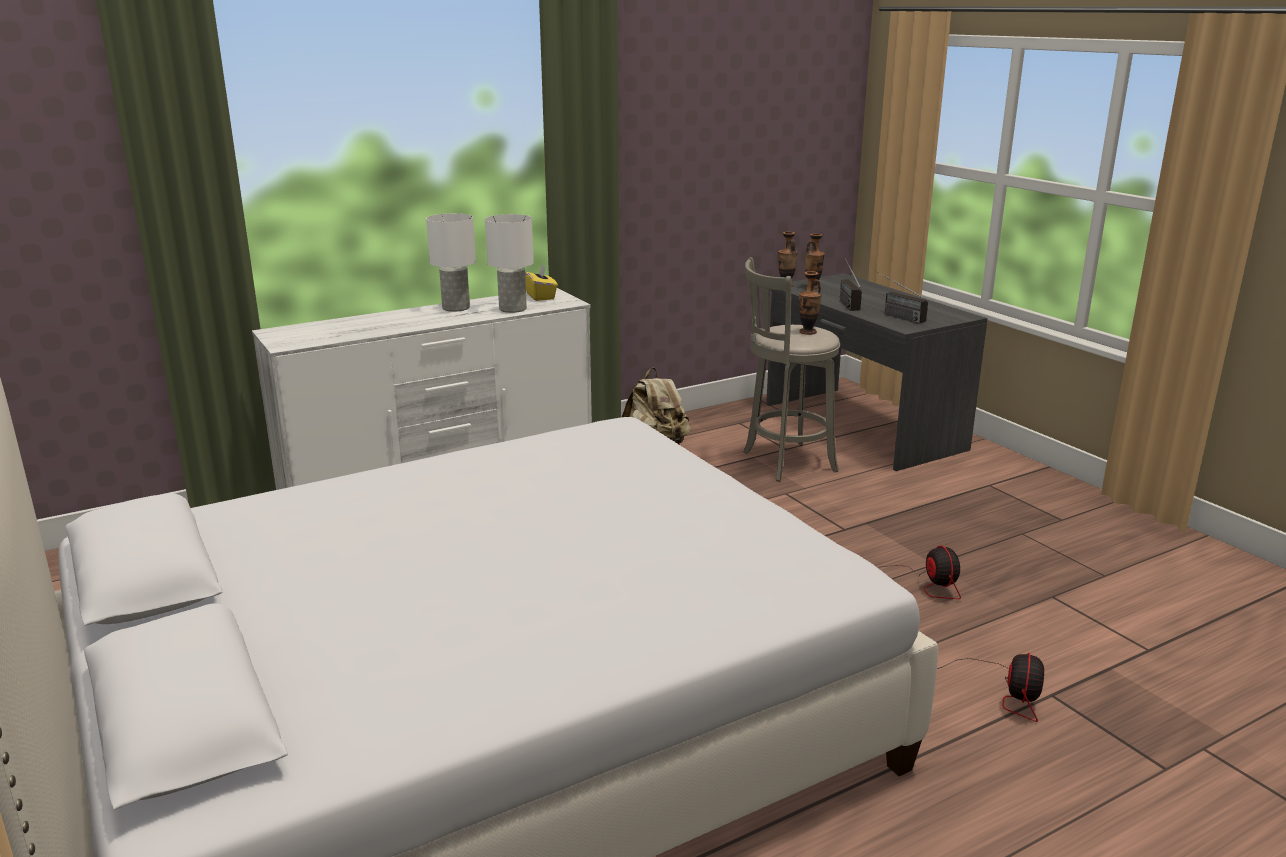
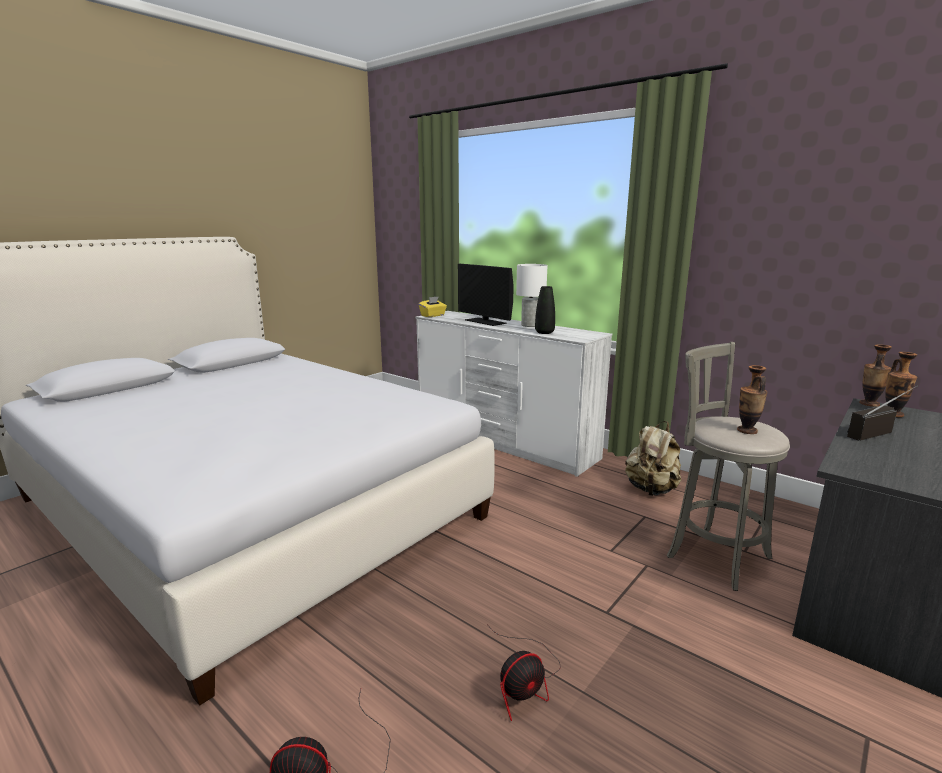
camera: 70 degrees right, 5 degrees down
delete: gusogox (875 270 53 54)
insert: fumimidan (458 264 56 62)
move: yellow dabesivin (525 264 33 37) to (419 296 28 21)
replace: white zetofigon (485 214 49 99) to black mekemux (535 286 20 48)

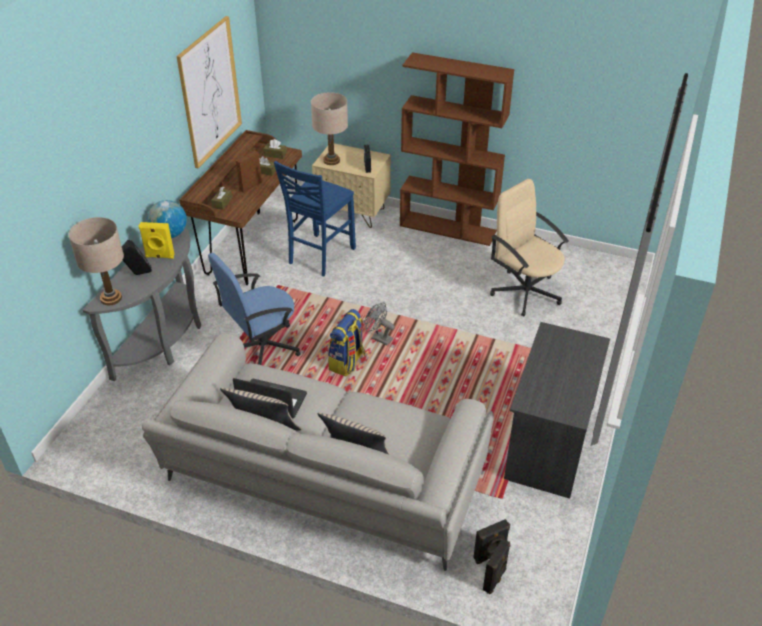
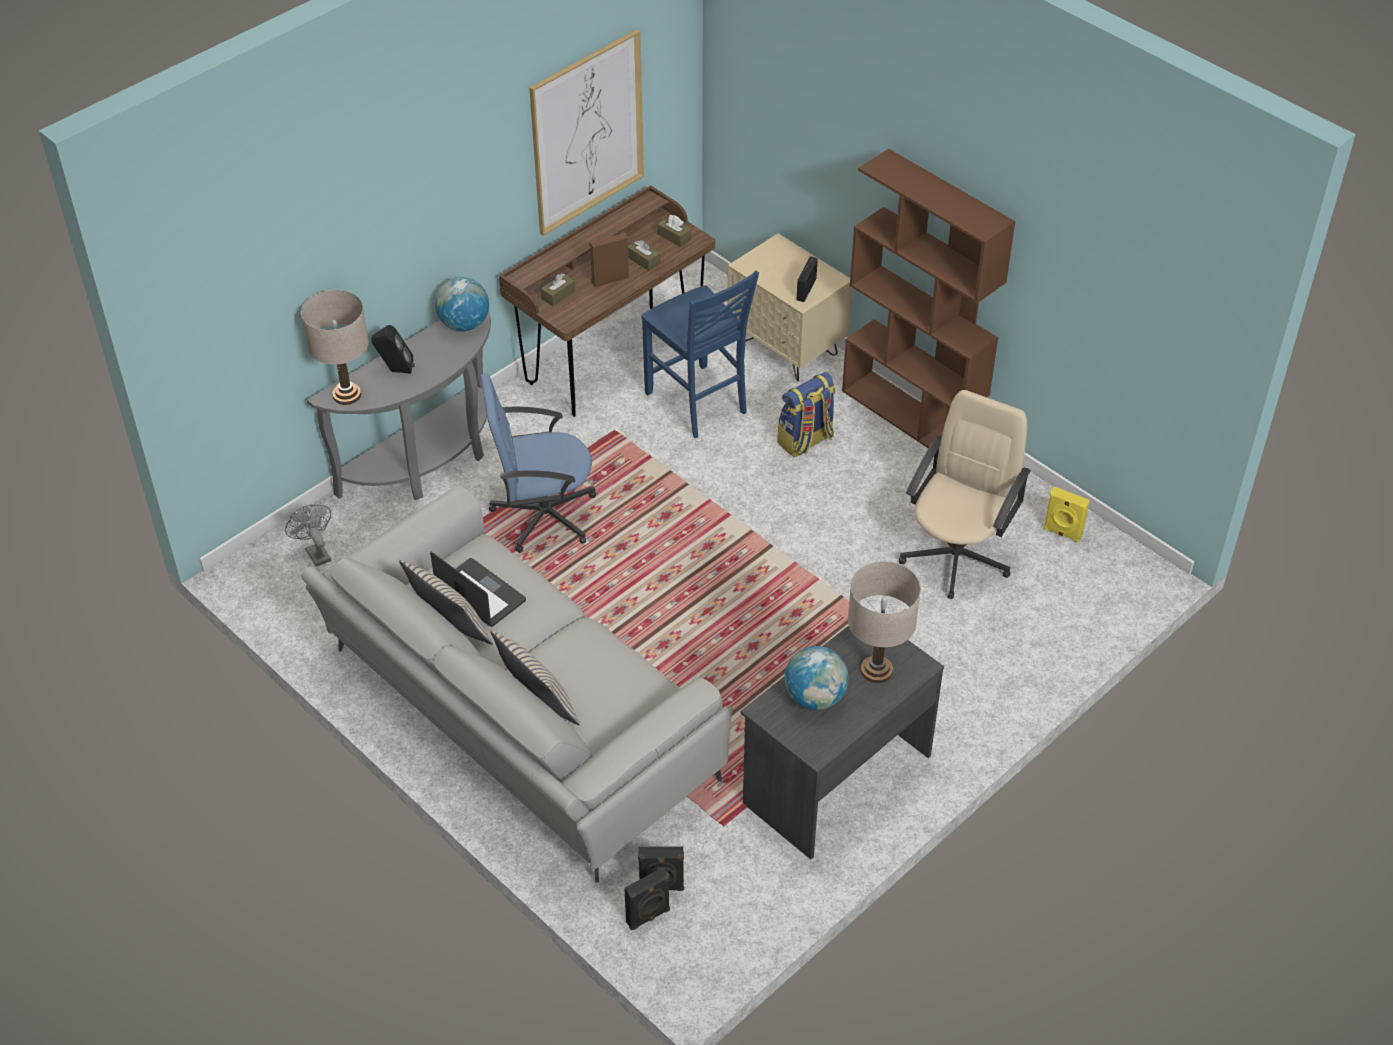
camera: 25 degrees right, 5 degrees up
insert: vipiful (785 646 64 64)
move: beige zetofigon (311 92 37 73) to (848 561 73 122); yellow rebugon (139 222 36 37) to (1043 487 47 55); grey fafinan (364 303 31 42) to (285 504 46 63); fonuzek (328 309 38 68) to (777 372 59 85)
rotate: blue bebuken (274 161 82 115) = (641 271 118 167) 90 degrees counterclockwise; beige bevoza (490 179 79 137) = (899 390 132 209) 45 degrees clockwise

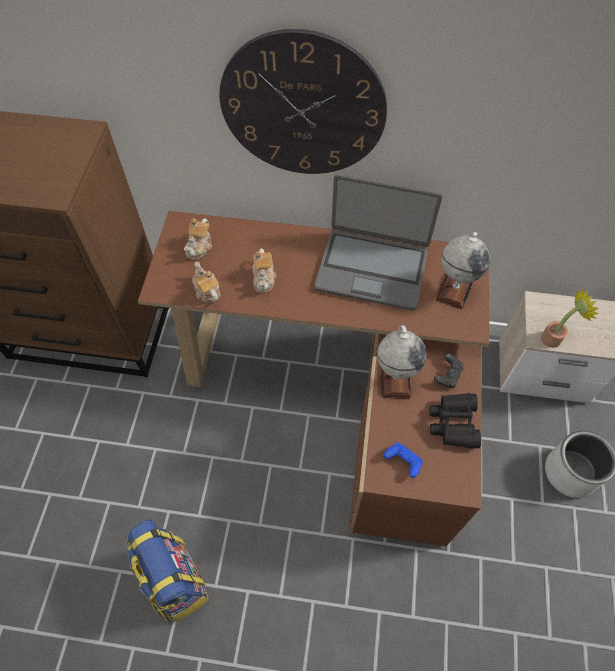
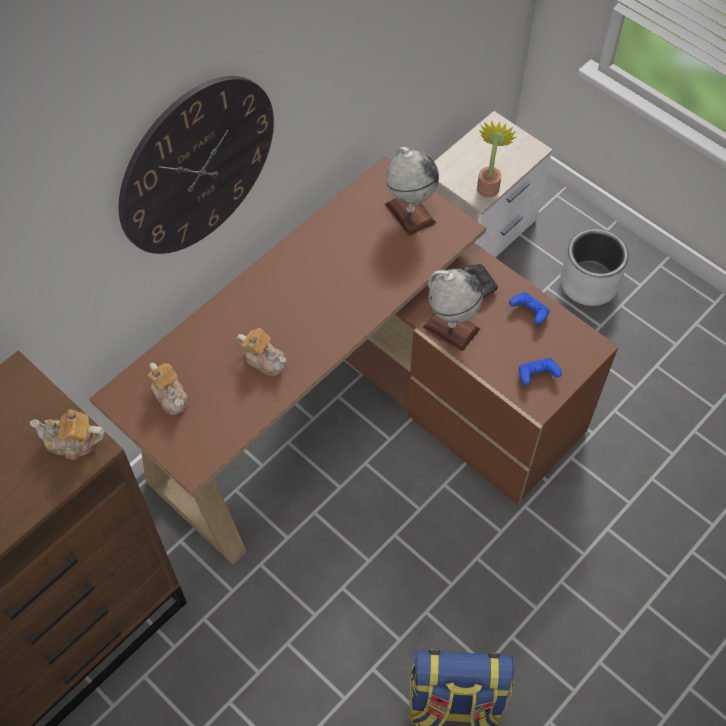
camera: 55 degrees left, 0 degrees up
delete: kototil (314 174 128 137)
move: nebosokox (192 262 28 41) to (30 409 75 51)
replace: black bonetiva (429 393 52 56) to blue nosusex (509 292 41 33)

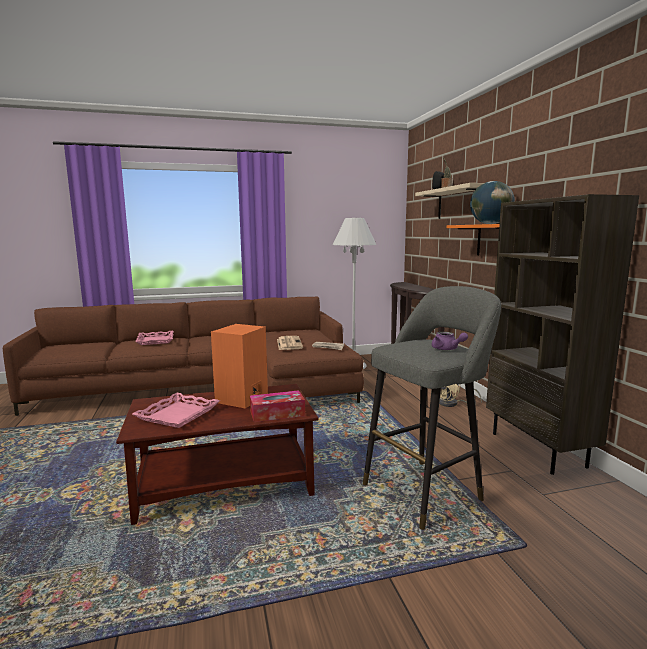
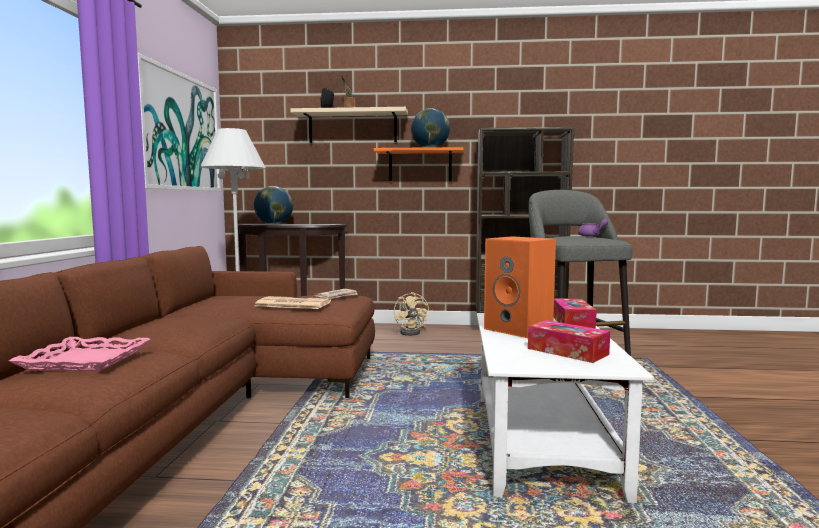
camera: 70 degrees left, 5 degrees down
insert: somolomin (138 53 83 138); vipiful (254 186 39 39)
replace: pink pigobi (132 393 88 35) to dabesivin (528 320 82 43)
recolor: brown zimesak (116 384 202 141) to white zimesak (477 313 177 190)

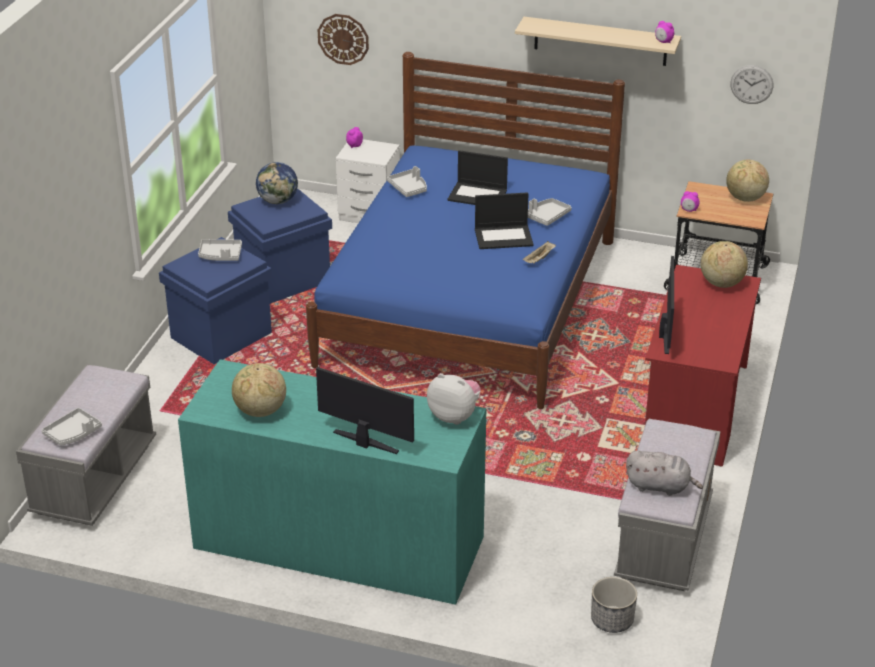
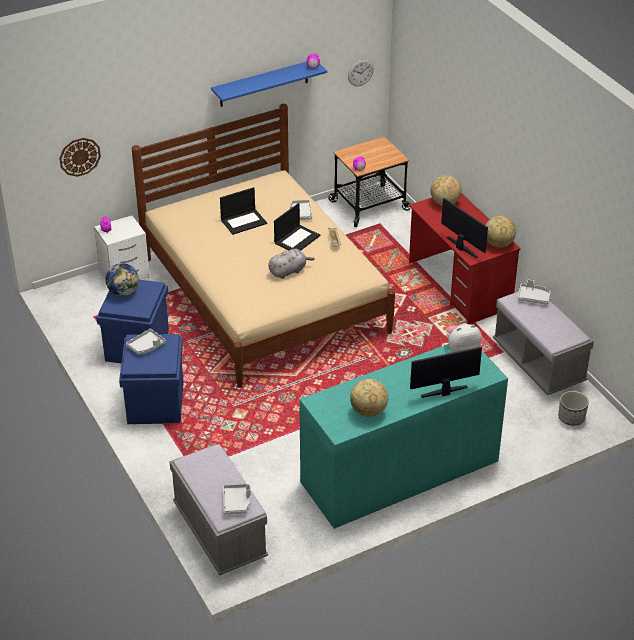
camera: 45 degrees left, 5 degrees up
move: vipiful (726 160 43 42) to (485 215 31 33); grey pigobi (387 166 40 31) to (518 280 33 25); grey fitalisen (626 451 77 45) to (268 249 47 30)
recolor: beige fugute (515 17 166 49) to blue fugute (211 62 116 45); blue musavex (306 52 319 357) to beige musavex (132 104 263 284)

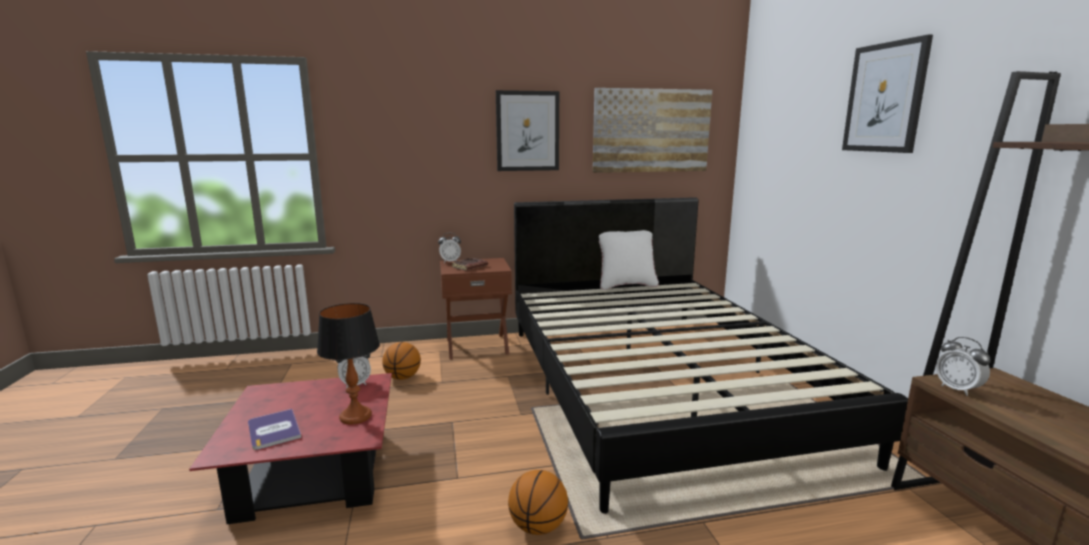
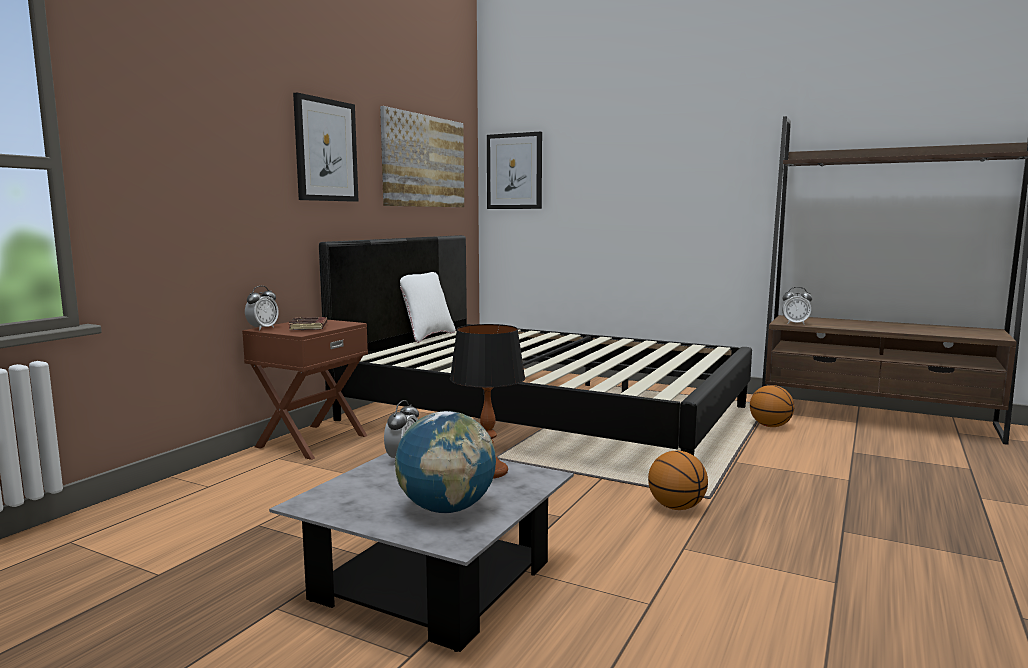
camera: 50 degrees left, 5 degrees down
move: somolomin (842 34 91 119) to (487 131 55 78); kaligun (382 342 39 38) to (750 385 44 42)
replace: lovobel (248 409 53 41) to vipiful (395 411 101 102)
recolor: red zimesak (189 373 203 151) to grey zimesak (269 453 305 199)

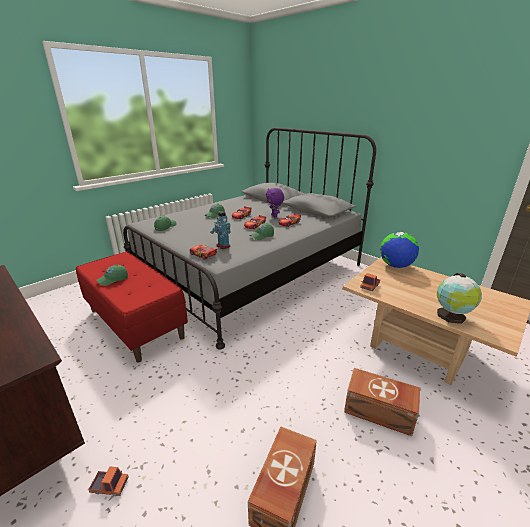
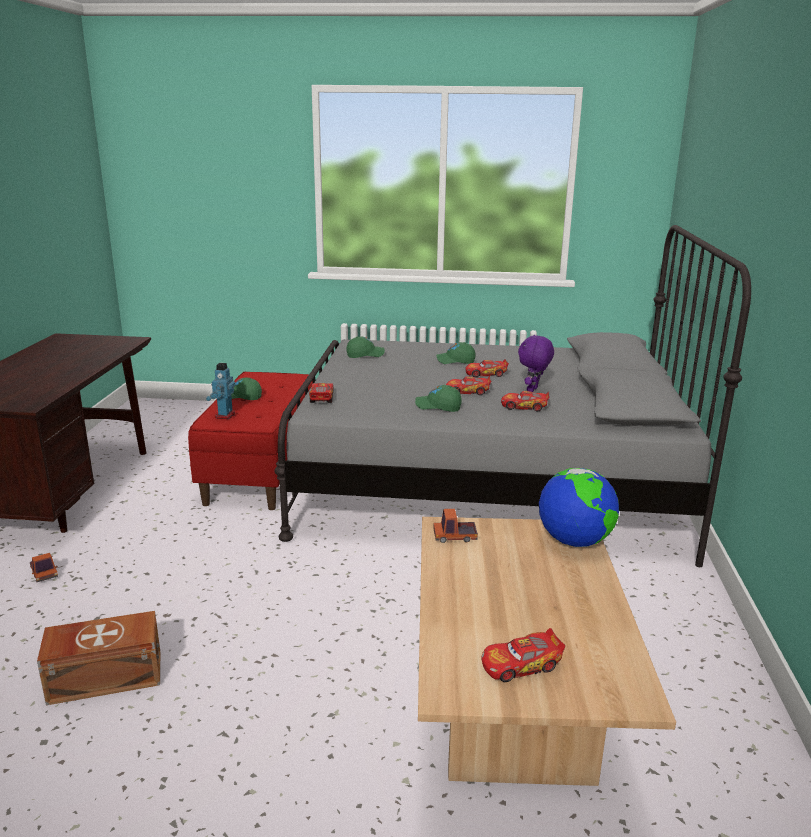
camera: 50 degrees right, 5 degrees down
delete: vipiful (437 273 45 51); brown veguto (344 368 76 68)
insert: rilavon (481 628 84 54)
move: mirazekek (210 211 21 38) to (206 363 29 56)

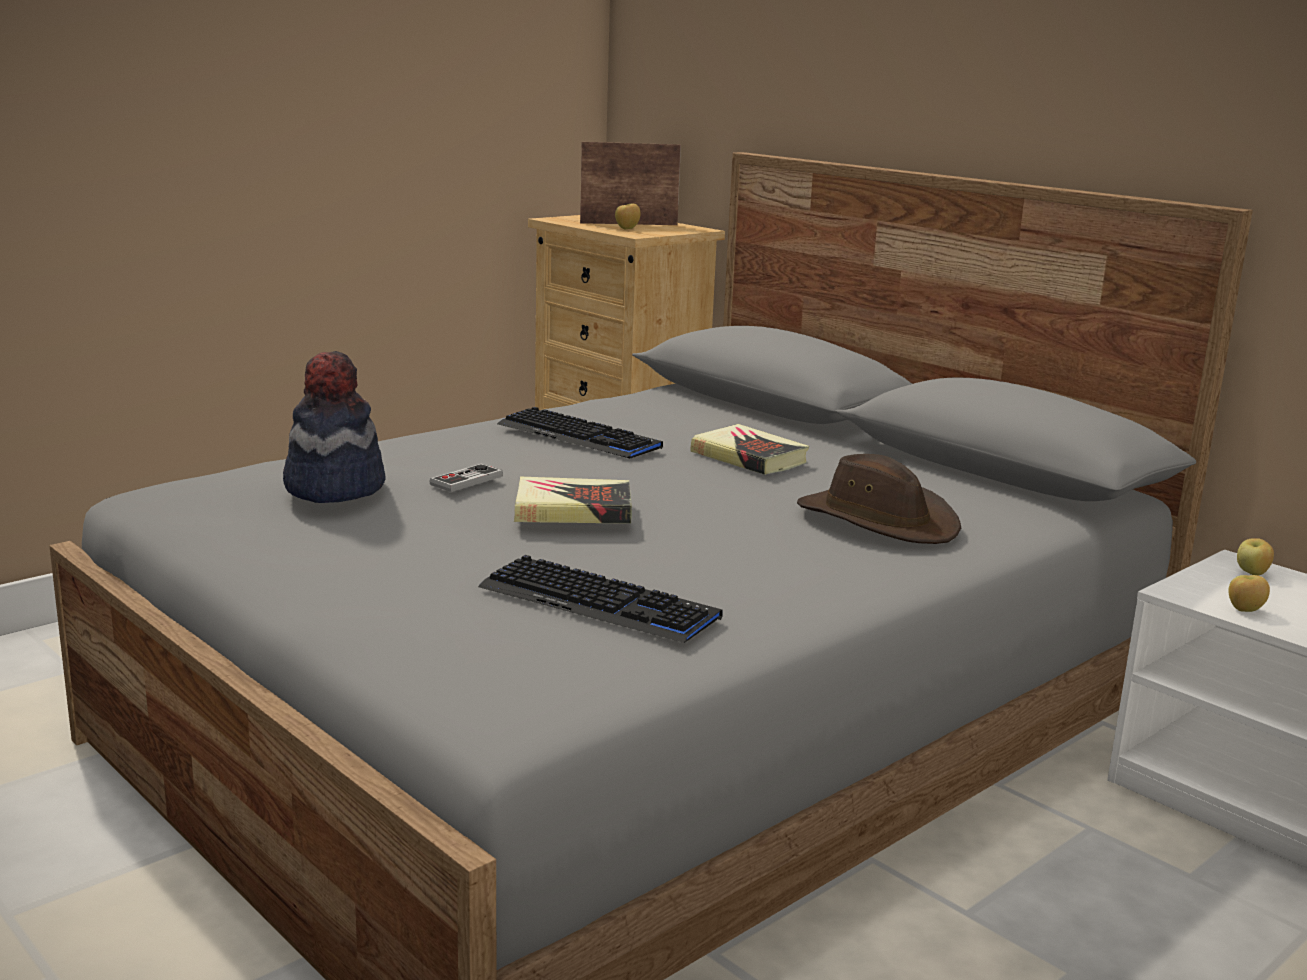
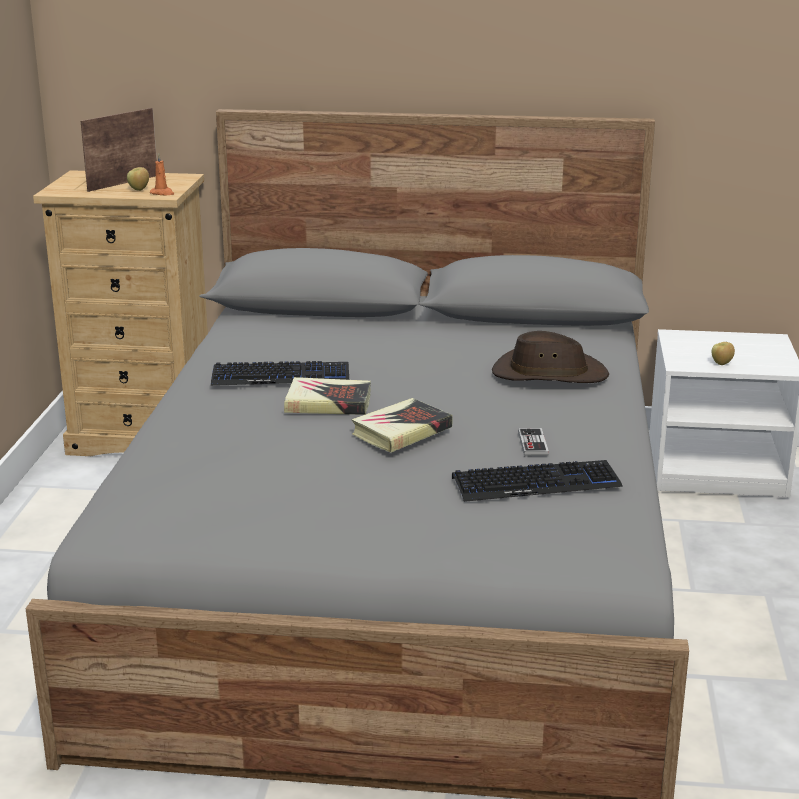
camera: 40 degrees left, 5 degrees up
delete: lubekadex (283 351 103 152); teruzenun (1237 538 37 37)
insert: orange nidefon (150 153 24 42)
move: lovobel (690 424 119 51) to (284 377 87 38); nosusex (429 464 74 28) to (518 428 31 28)

